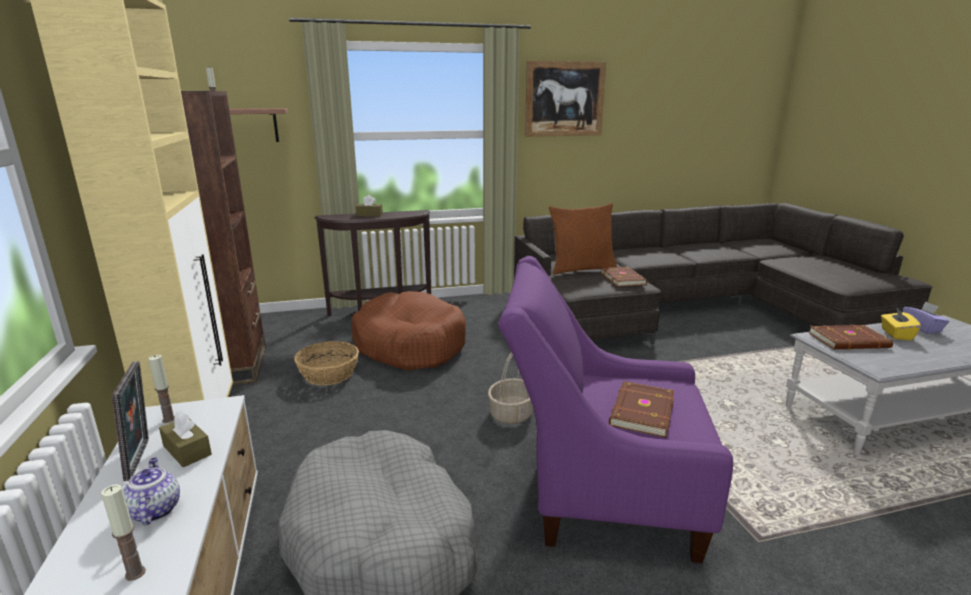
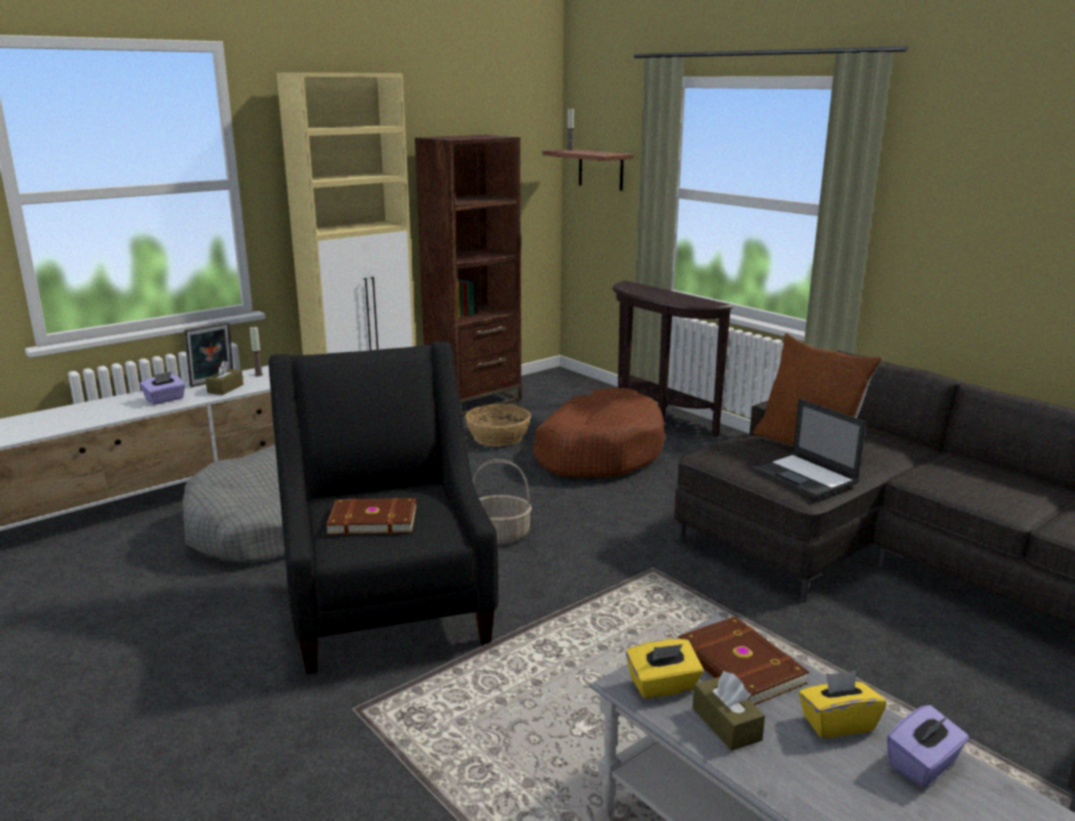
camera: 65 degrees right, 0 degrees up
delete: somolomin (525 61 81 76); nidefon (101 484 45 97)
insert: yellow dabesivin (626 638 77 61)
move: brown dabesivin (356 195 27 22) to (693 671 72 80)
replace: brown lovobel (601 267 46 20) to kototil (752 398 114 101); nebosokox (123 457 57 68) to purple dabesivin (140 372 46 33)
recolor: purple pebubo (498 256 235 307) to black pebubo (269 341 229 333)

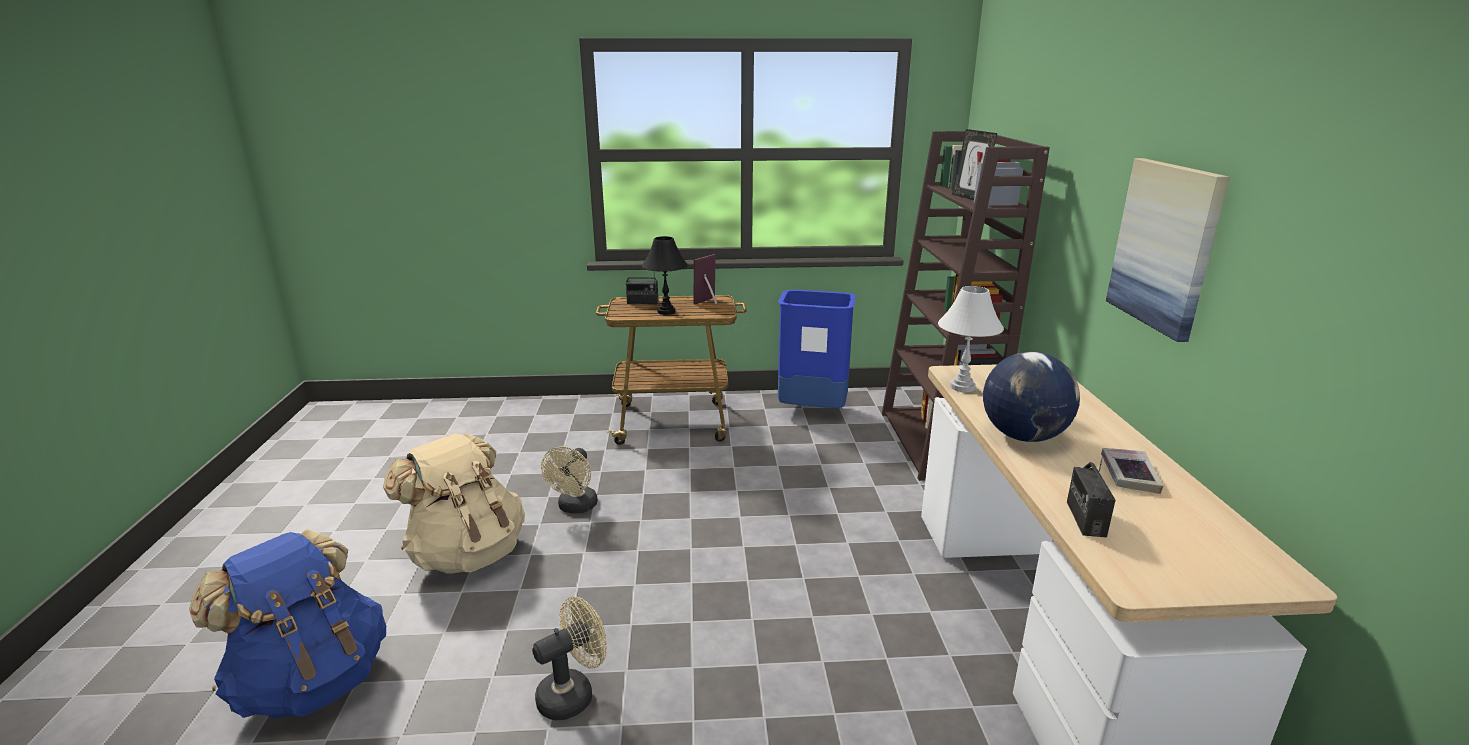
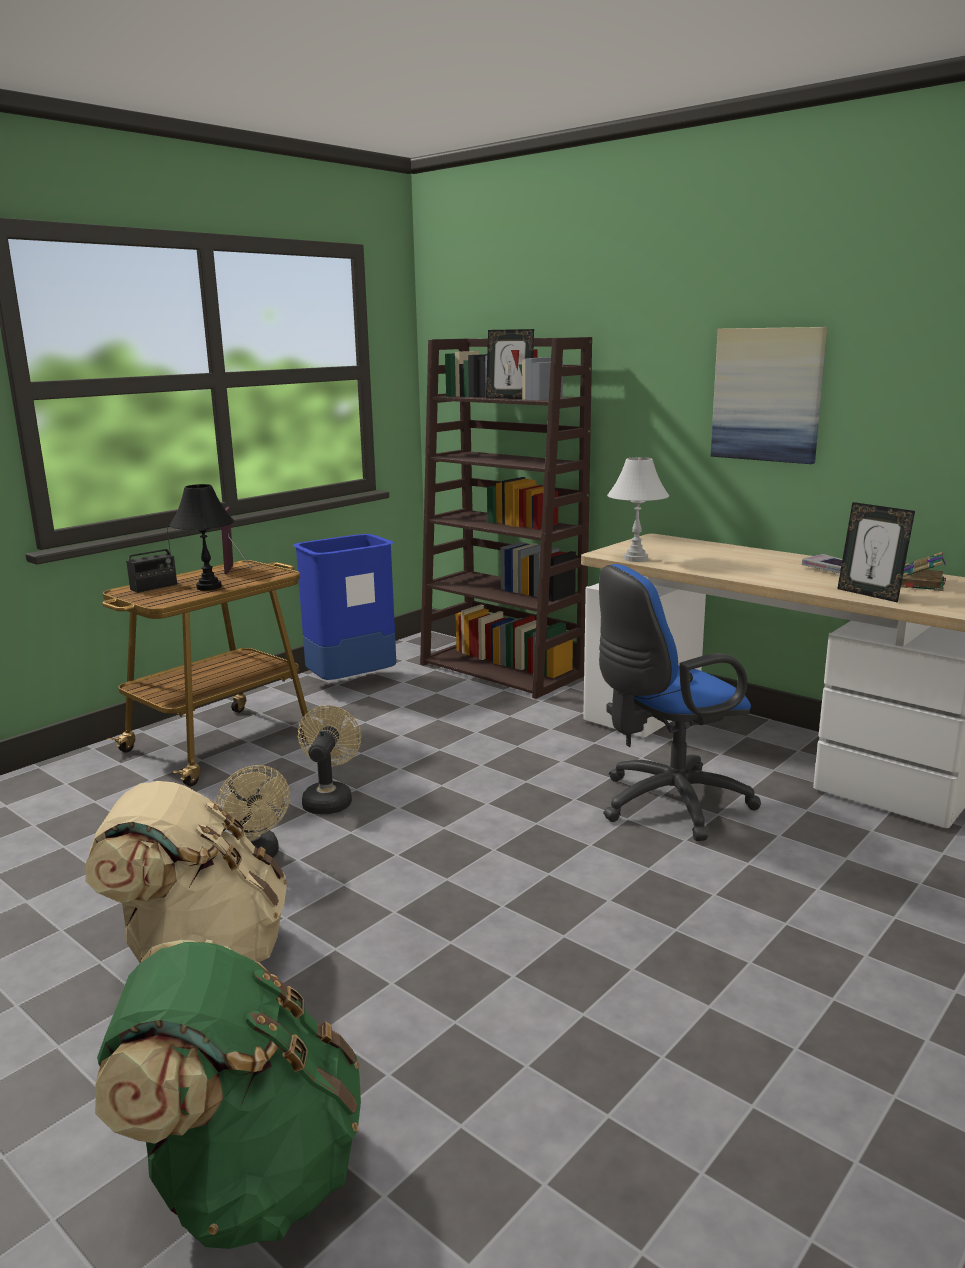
camera: 45 degrees left, 5 degrees down
delete: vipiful (983 352 97 90)
insert: lovobel (901 552 45 39); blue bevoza (599 564 162 277)
move: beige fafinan (532 596 75 124) to (298 705 63 109)
replace: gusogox (1067 452 49 85) to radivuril (837 502 78 101)
recolor: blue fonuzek (189 529 197 189) to green fonuzek (95 940 266 309)

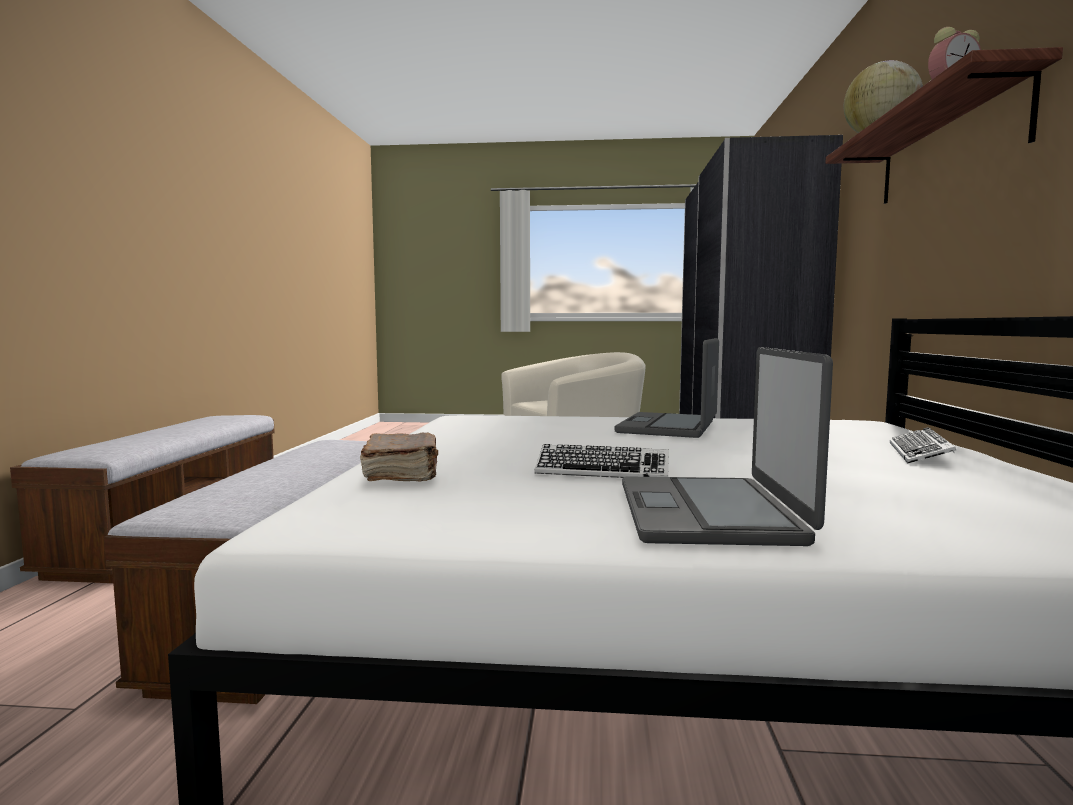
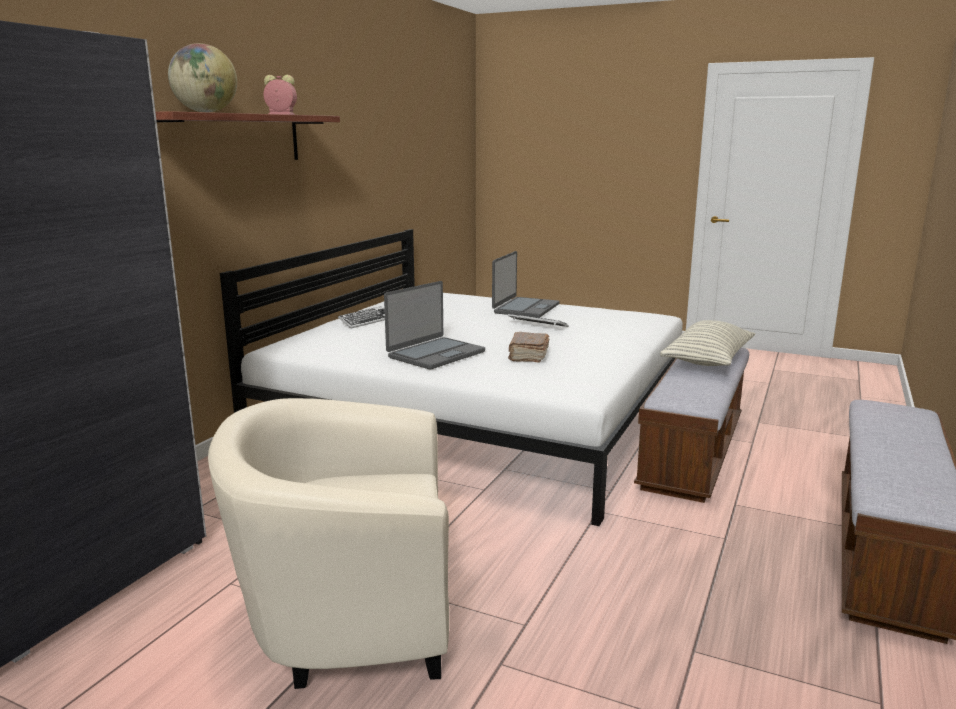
camera: 160 degrees left, 10 degrees up
insert: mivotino (660 320 95 46)
move: brown lovobel (360 433 78 49) to (508 332 42 31)

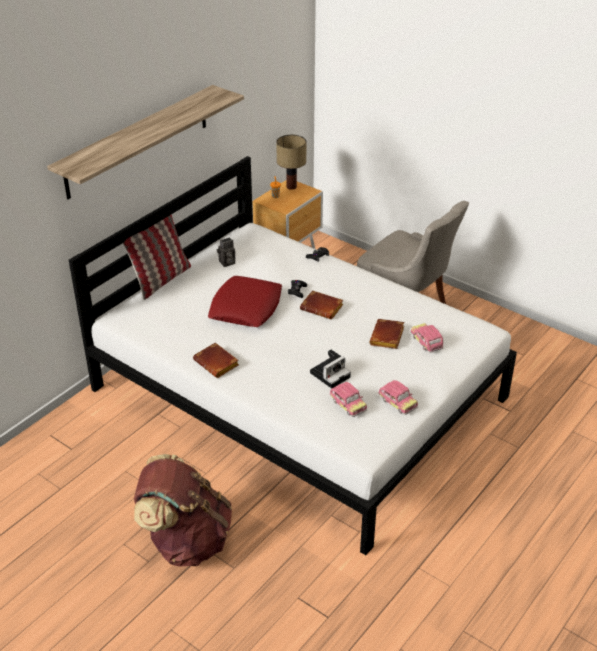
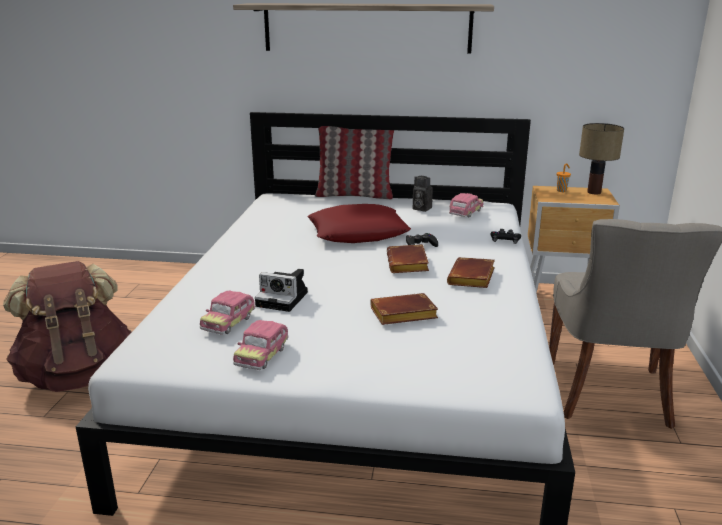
camera: 60 degrees right, 15 degrees down
move: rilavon (410 323 33 30) to (449 193 34 24); brown lovobel (193 343 46 35) to (447 257 48 31)

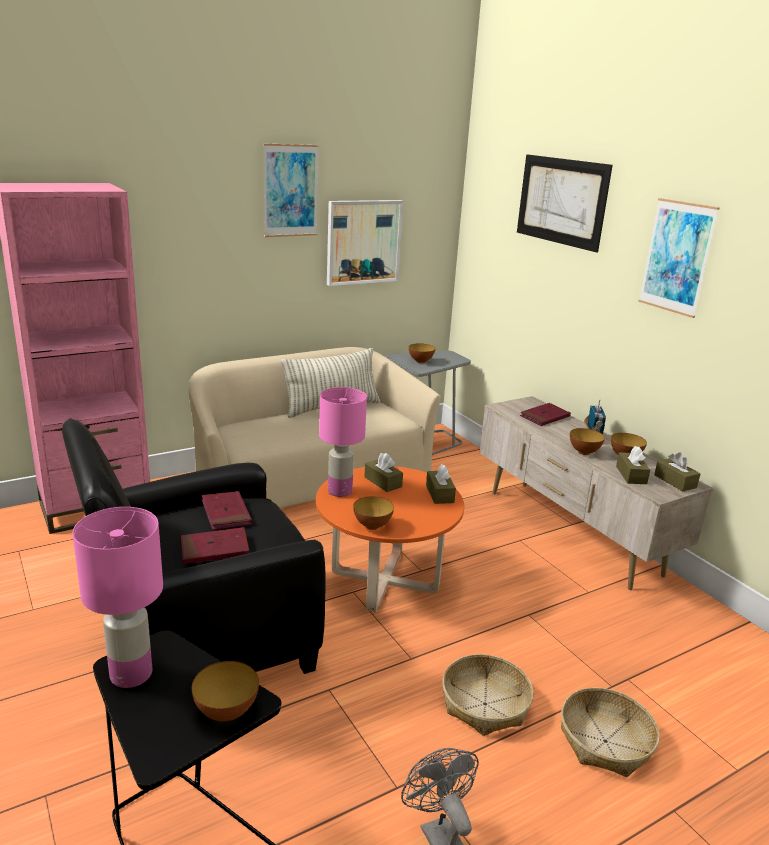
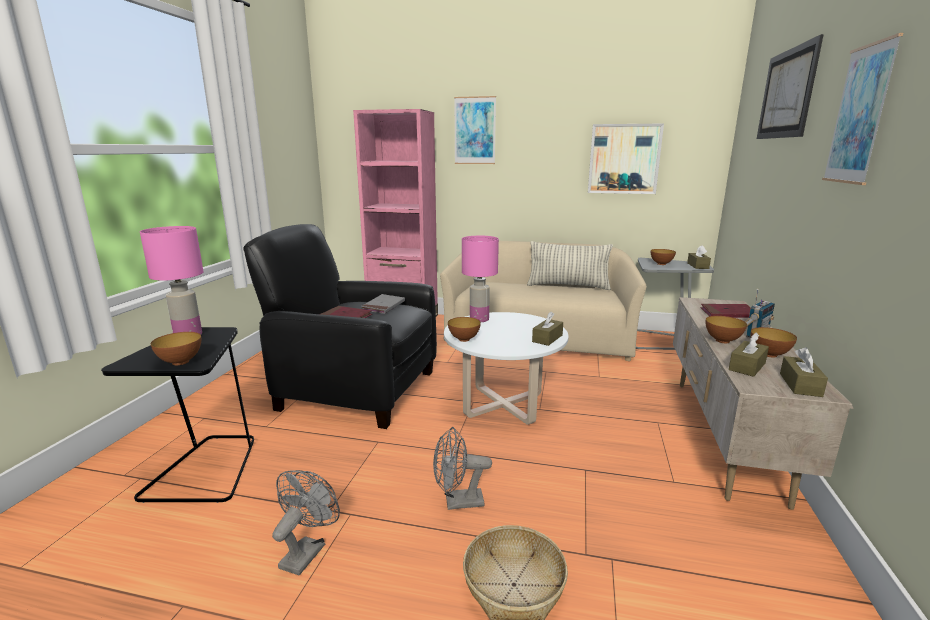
camera: 45 degrees right, 5 degrees down
move: somolomin (263 143 56 94) to (454 96 42 68); brown dabesivin (364 453 39 39) to (687 245 24 24)
replace: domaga (442 654 91 82) to grey fafinan (433 427 59 83)
recolor: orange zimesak (316 466 148 147) to white zimesak (444 312 125 113); red lovobel (202 491 50 39) to grey lovobel (361 294 44 20)

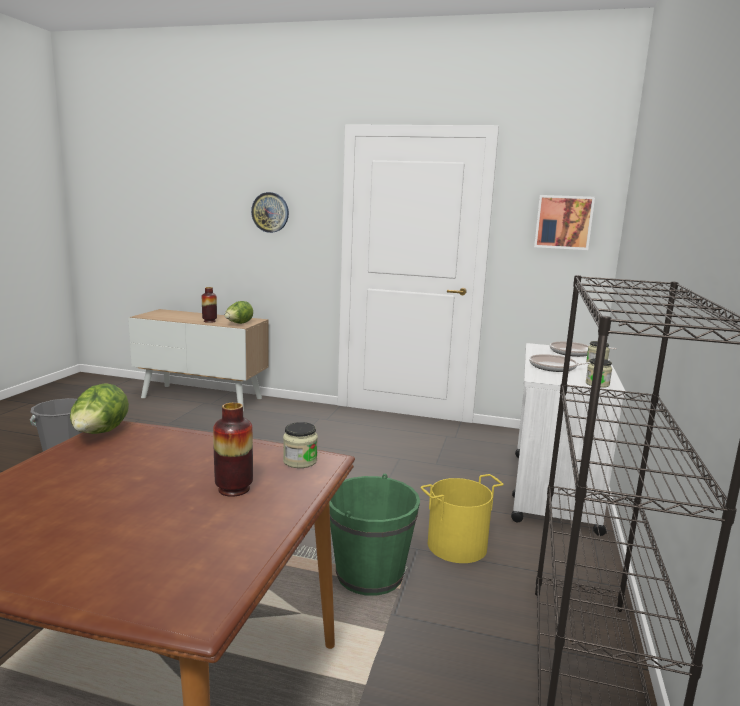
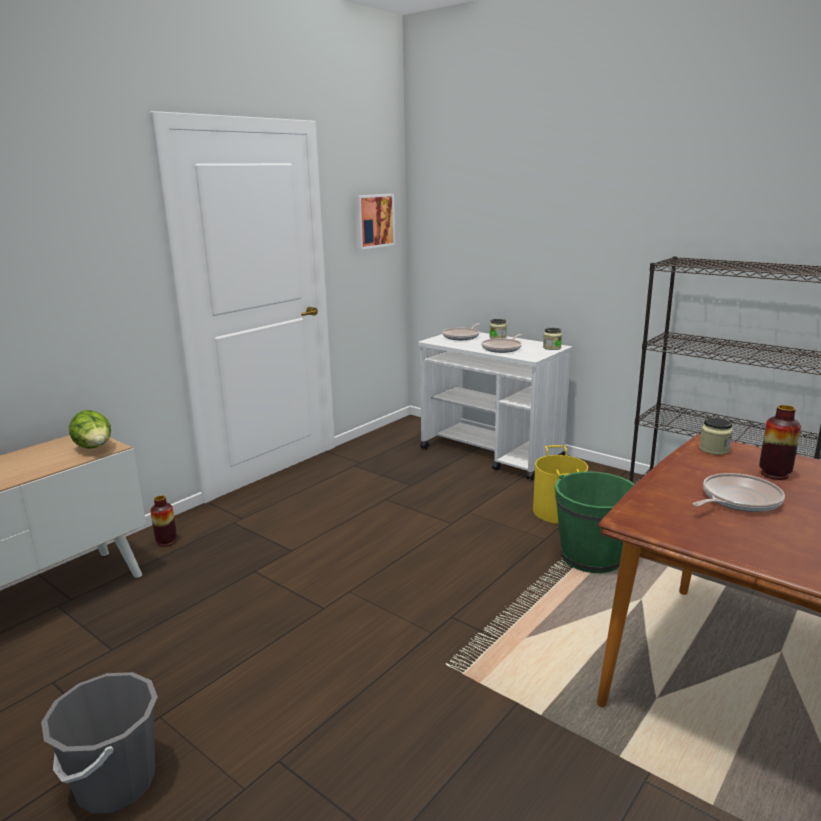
camera: 65 degrees left, 5 degrees up
delete: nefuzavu (251 192 38 41); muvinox (70 383 59 51)
insert: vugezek (692 473 93 39)
move: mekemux (202 287 15 36) to (150 495 27 52)

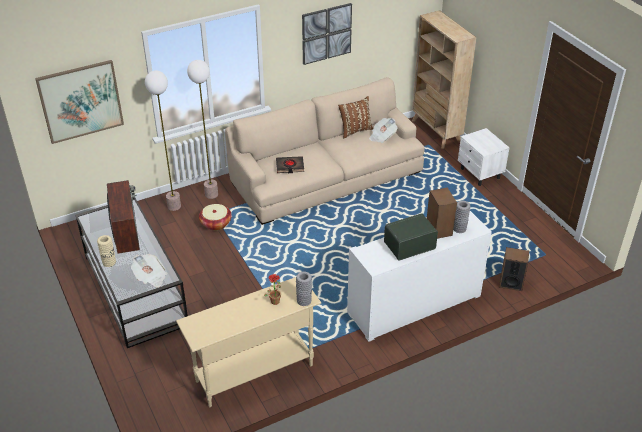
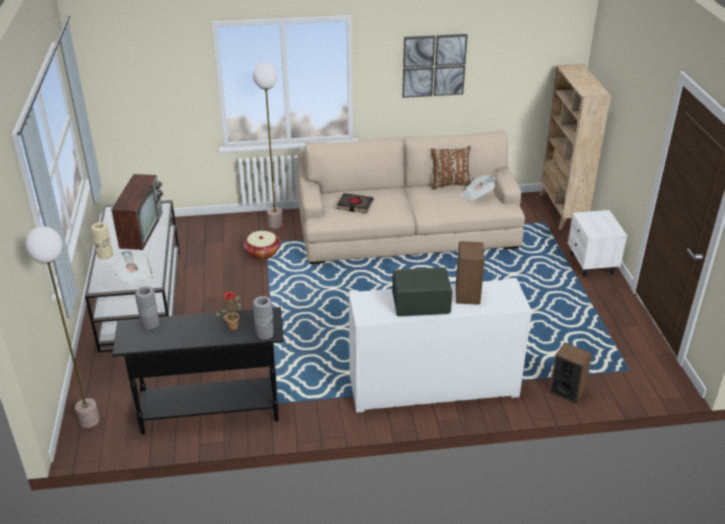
camera: 20 degrees right, 5 degrees down
delete: somolomin (35 60 89 84)
move: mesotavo (145 70 36 141) to (25 226 75 202); grey mekemux (454 200 16 33) to (135 286 24 43)
recolor: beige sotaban (176 277 145 130) to black sotaban (112 307 172 127)

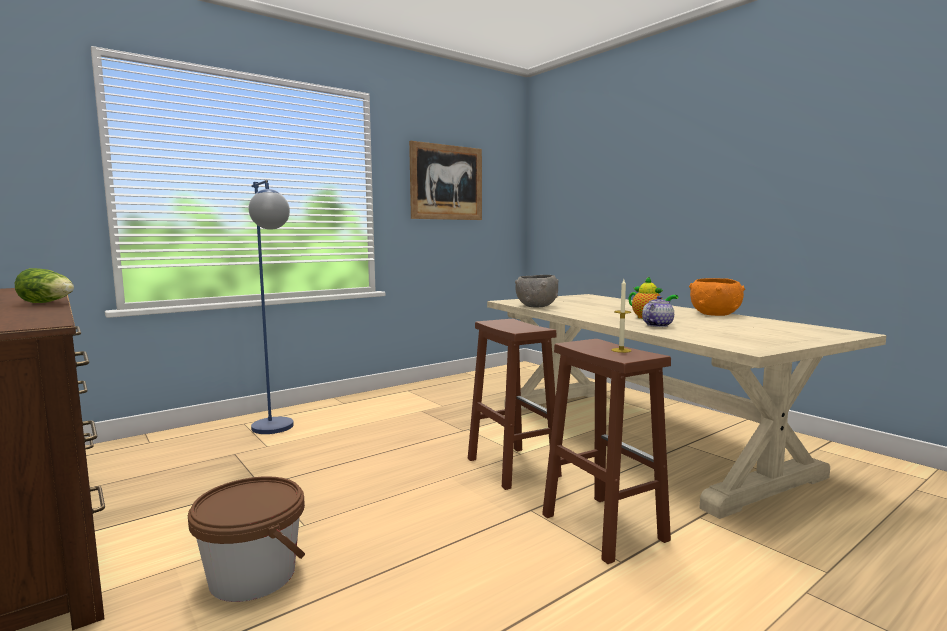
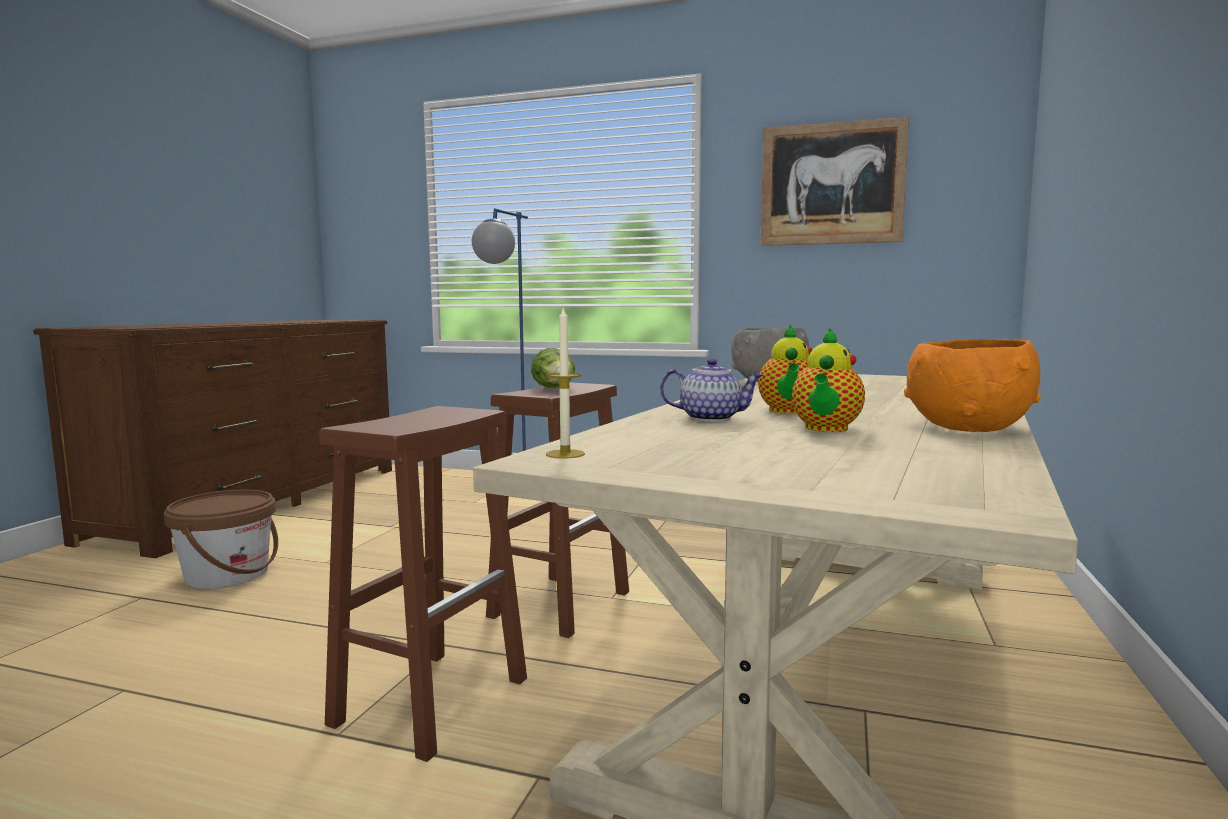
camera: 55 degrees right, 0 degrees up
insert: nebosokox (792 328 73 104)
move: muvinox (15 268 59 35) to (531 348 44 40); nidefon (612 279 19 74) to (546 306 39 153)

